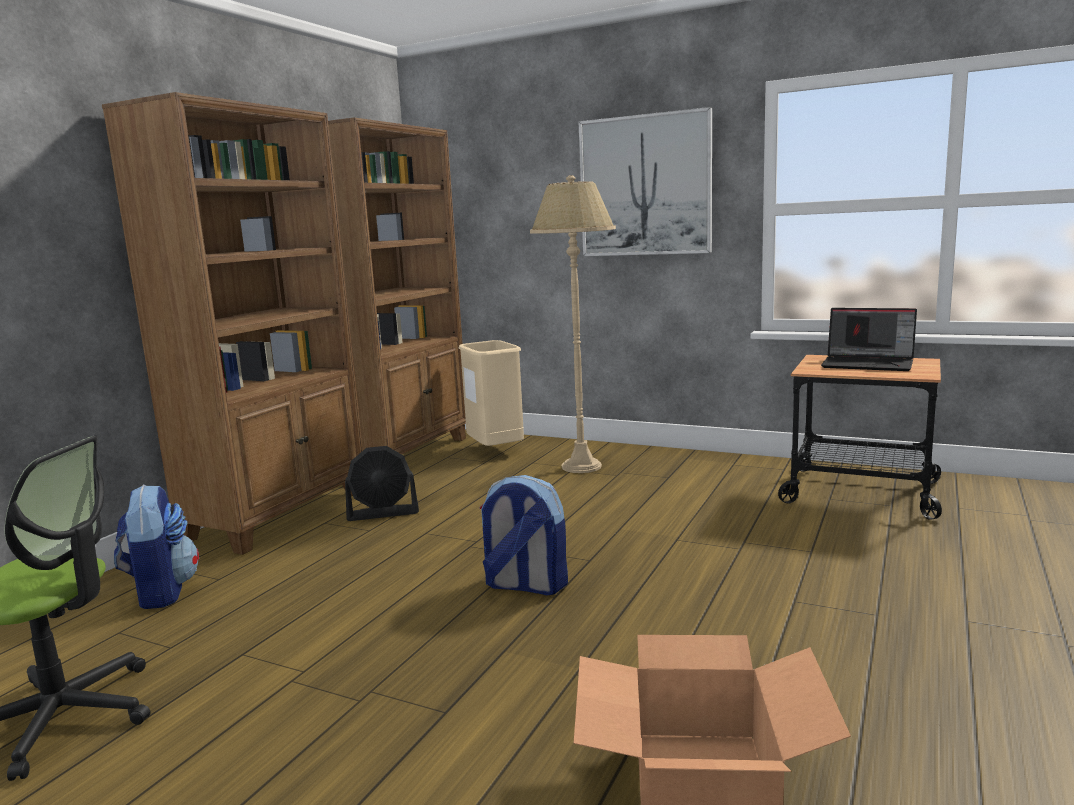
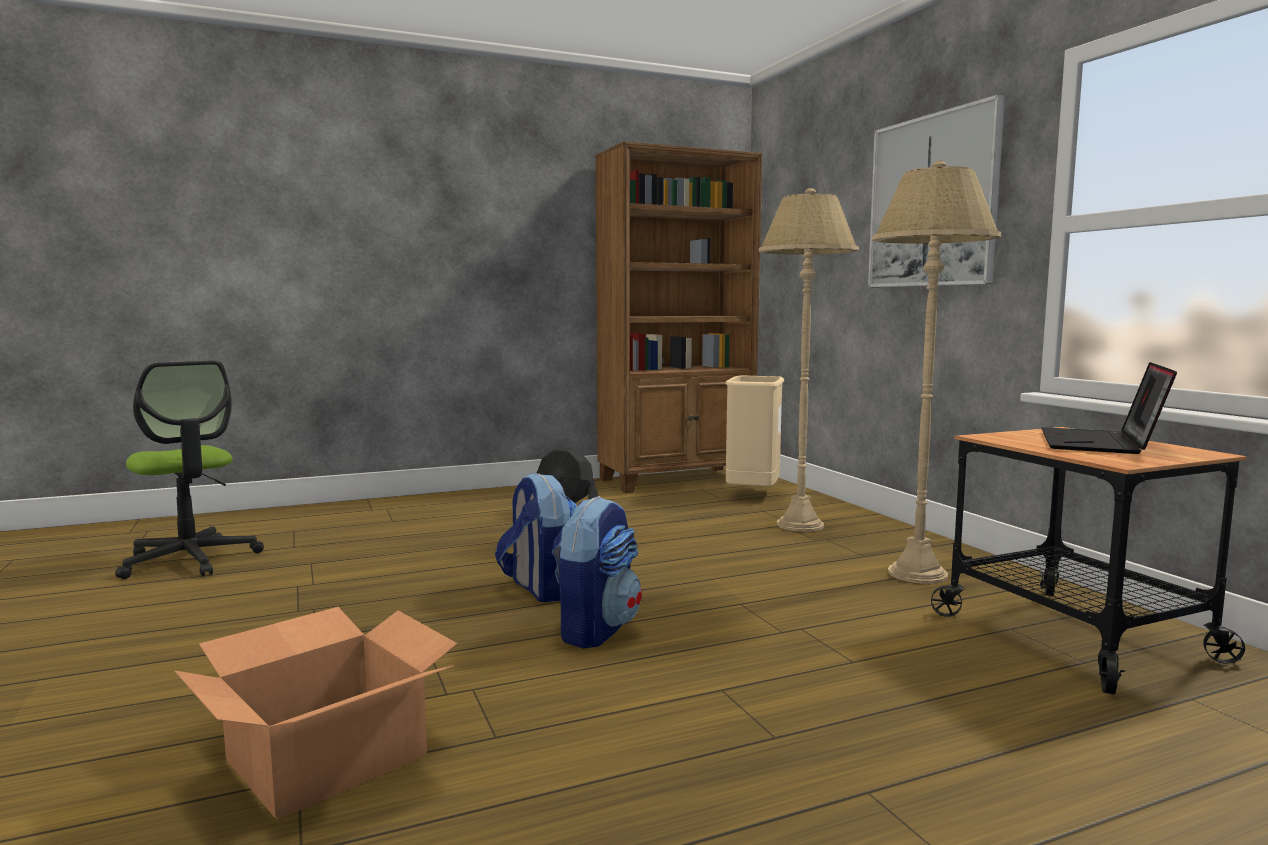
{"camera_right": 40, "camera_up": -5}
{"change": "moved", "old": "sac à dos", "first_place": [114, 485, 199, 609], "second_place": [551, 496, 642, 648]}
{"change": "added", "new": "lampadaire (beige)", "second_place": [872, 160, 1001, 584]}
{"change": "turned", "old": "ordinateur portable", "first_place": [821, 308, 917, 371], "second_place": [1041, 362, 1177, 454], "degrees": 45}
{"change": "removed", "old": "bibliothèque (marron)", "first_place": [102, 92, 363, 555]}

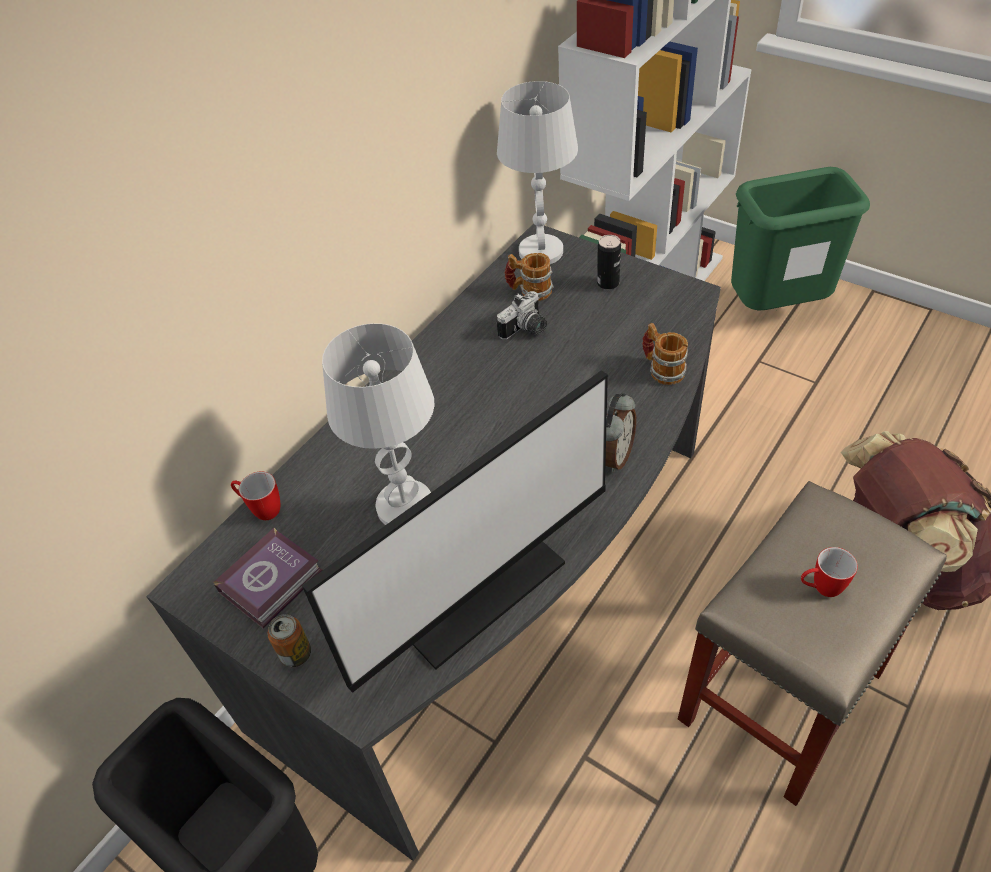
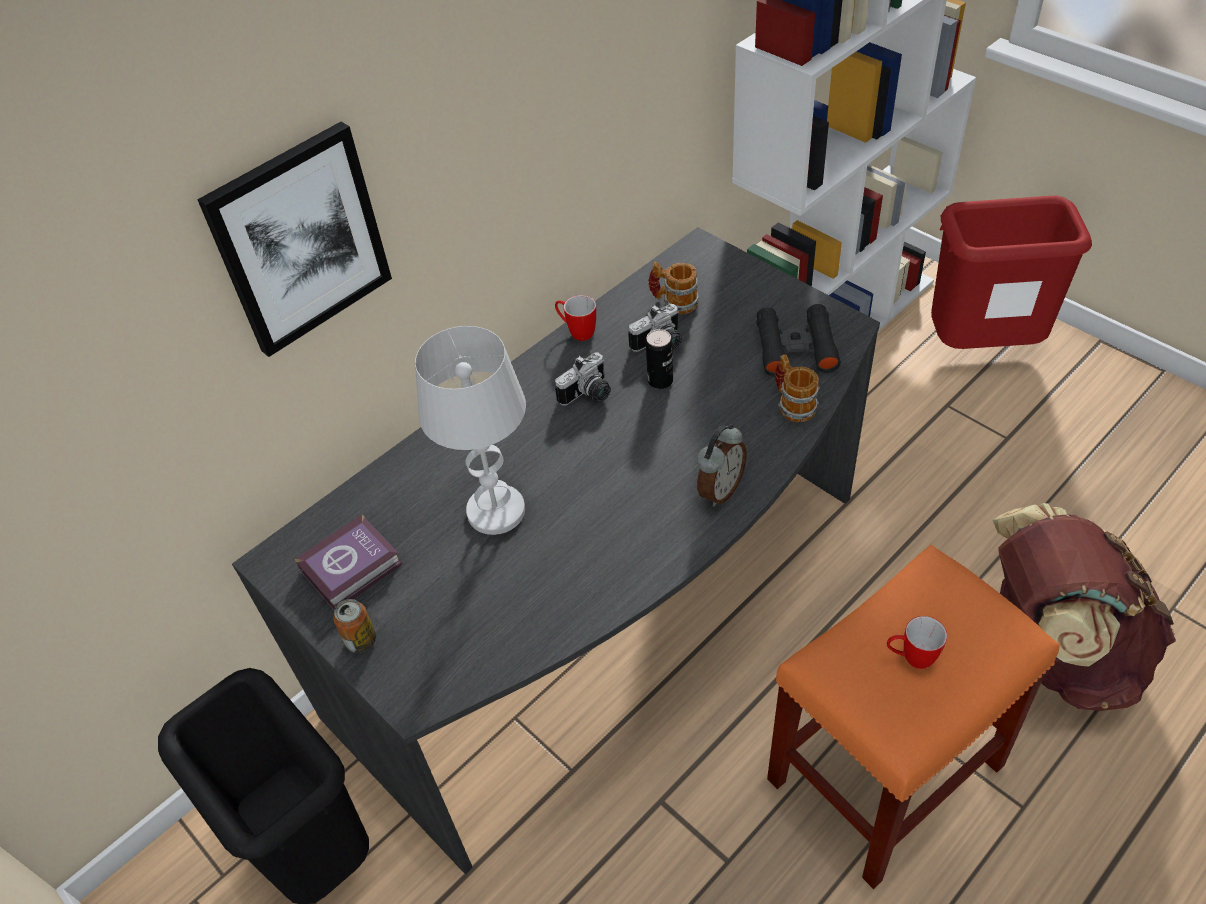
{"camera_right": 10, "camera_up": 0}
{"change": "added", "new": "tableau", "second_place": [197, 122, 392, 357]}
{"change": "moved", "old": "mug", "first_place": [231, 472, 280, 520], "second_place": [555, 295, 596, 341]}
{"change": "added", "new": "appareil photo", "second_place": [555, 352, 611, 406]}
{"change": "moved", "old": "boîte métallique", "first_place": [597, 235, 621, 290], "second_place": [646, 329, 673, 389]}
{"change": "added", "new": "jumelles (noir)", "second_place": [756, 304, 841, 377]}
{"change": "recoloured", "old": "tabouret (beige)", "new": "tabouret (orange)", "first_place": [678, 481, 947, 806], "second_place": [767, 545, 1059, 889]}
{"change": "recoloured", "old": "poubelle (vert)", "new": "poubelle (rouge)", "first_place": [731, 167, 870, 311], "second_place": [931, 196, 1092, 349]}
{"change": "removed", "old": "écran d'ordinateur", "first_place": [302, 370, 608, 693]}
{"change": "removed", "old": "lampe de table (blanc)", "first_place": [497, 81, 578, 264]}

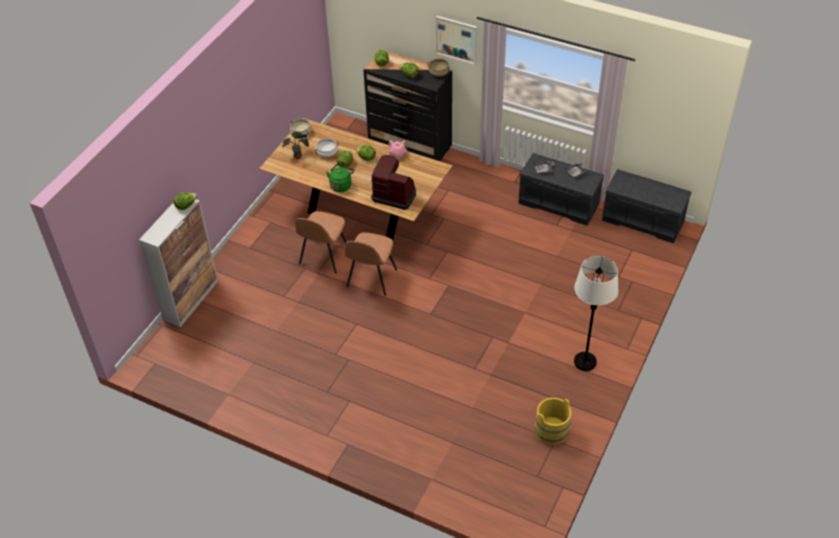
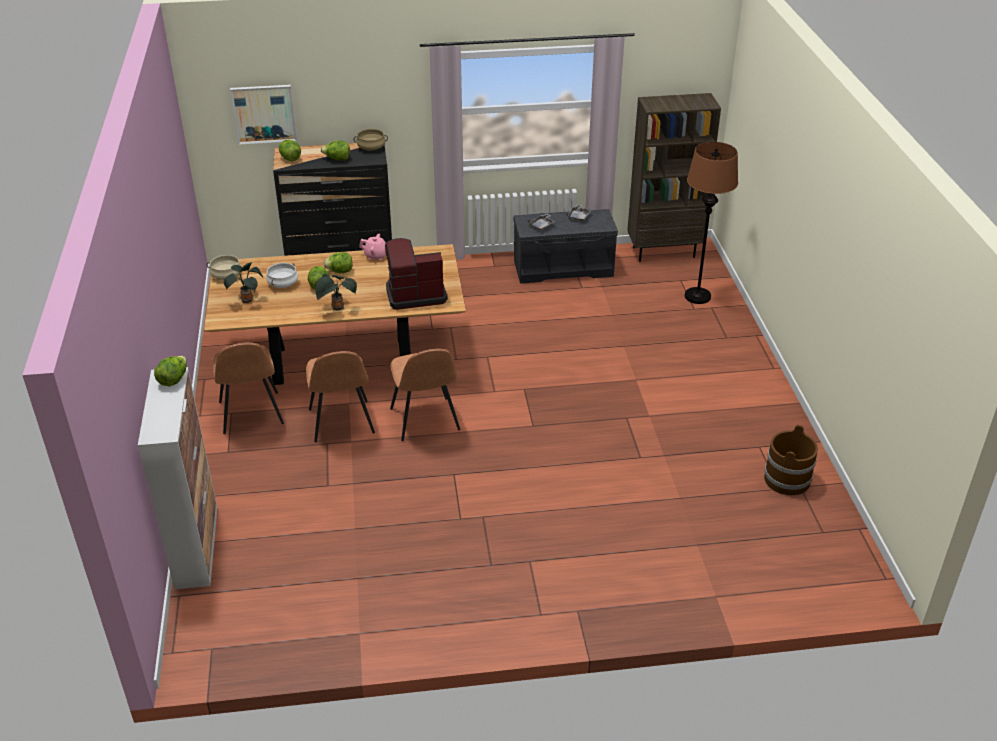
{"camera_right": -35, "camera_up": -10}
{"change": "added", "new": "chaise (marron)", "second_place": [213, 343, 284, 434]}
{"change": "moved", "old": "tableau", "first_place": [436, 16, 477, 64], "second_place": [230, 85, 297, 145]}
{"change": "replaced", "old": "bouilloire (vert)", "new": "plante en pot", "first_place": [326, 164, 354, 192], "second_place": [316, 273, 357, 311]}
{"change": "replaced", "old": "banc (gris)", "new": "bibliothèque (marron)", "first_place": [602, 169, 691, 244], "second_place": [627, 93, 721, 262]}
{"change": "added", "new": "lampadaire (marron)", "second_place": [685, 142, 738, 304]}
{"change": "recoloured", "old": "seau (jaune)", "new": "seau (marron)", "first_place": [535, 398, 571, 445], "second_place": [764, 425, 818, 495]}
{"change": "removed", "old": "lampadaire (blanc)", "first_place": [574, 256, 619, 371]}

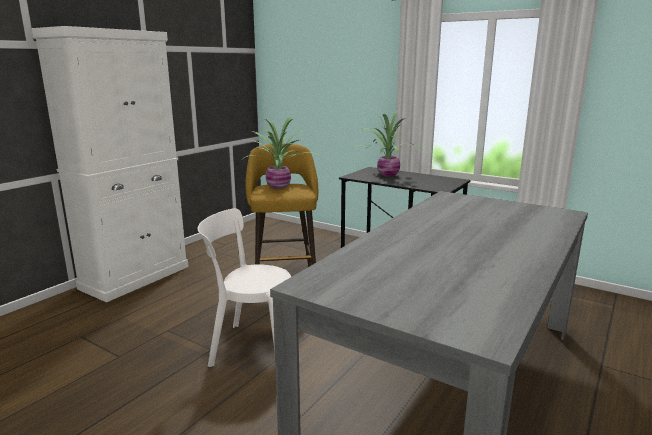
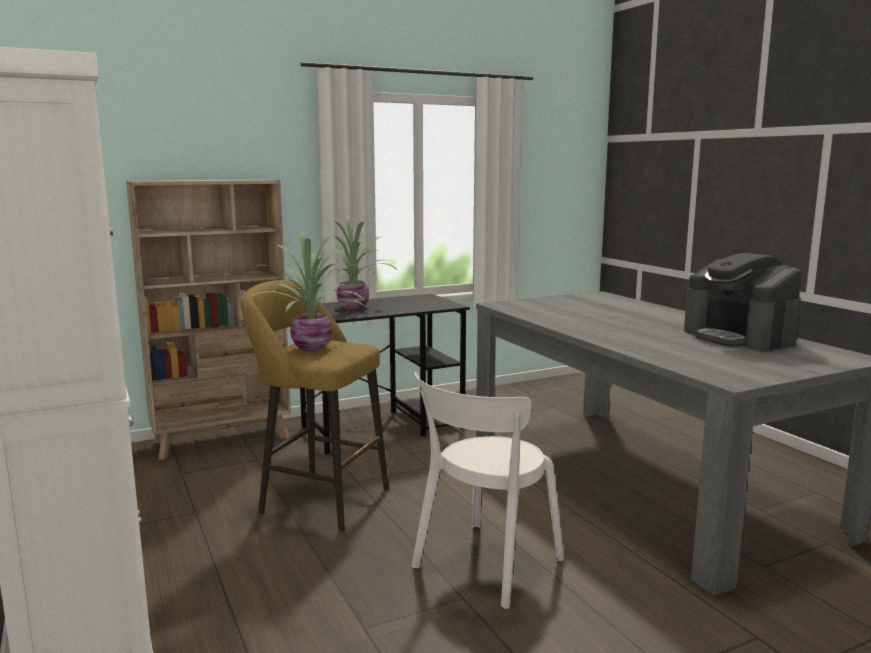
{"camera_right": -60, "camera_up": -5}
{"change": "added", "new": "bibliothèque (beige)", "second_place": [126, 179, 291, 460]}
{"change": "added", "new": "machine à café", "second_place": [684, 253, 802, 351]}

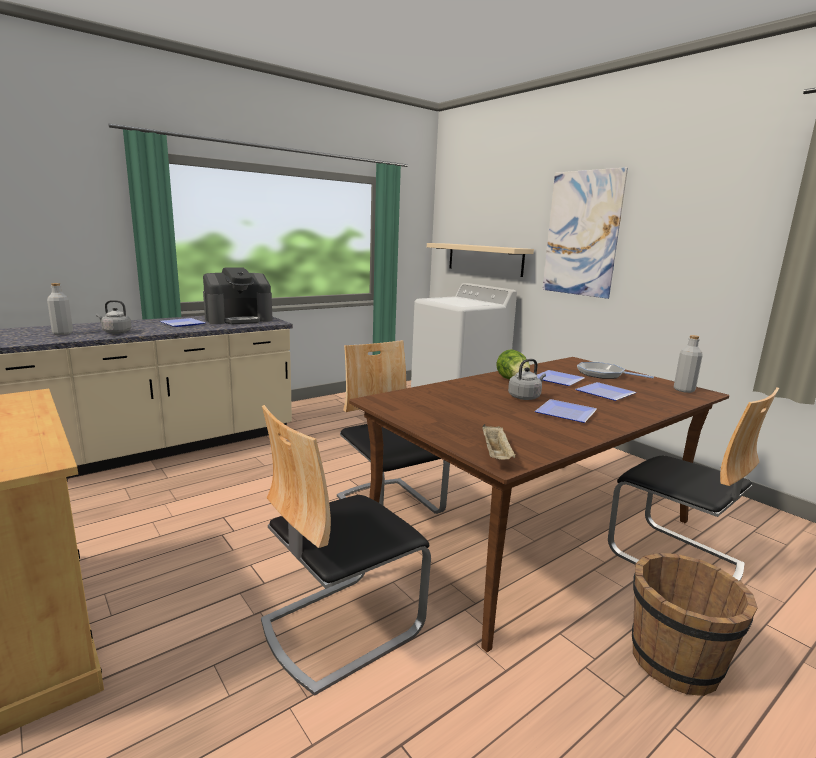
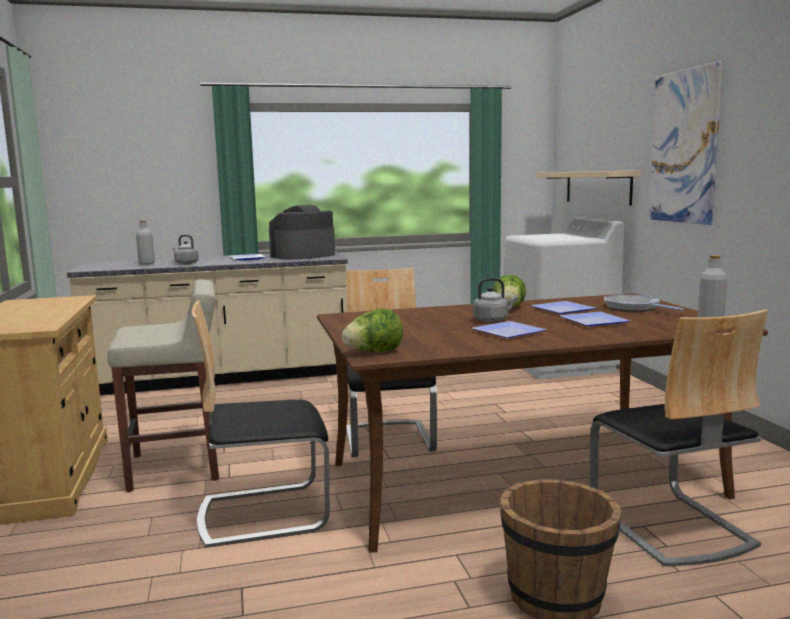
{"camera_right": 25, "camera_up": -5}
{"change": "added", "new": "tabouret (beige)", "second_place": [107, 279, 219, 492]}
{"change": "turned", "old": "machine à café", "first_place": [203, 267, 273, 324], "second_place": [269, 205, 335, 260], "degrees": 150}
{"change": "replaced", "old": "plateau (beige)", "new": "laitue", "first_place": [483, 424, 516, 460], "second_place": [342, 309, 403, 352]}

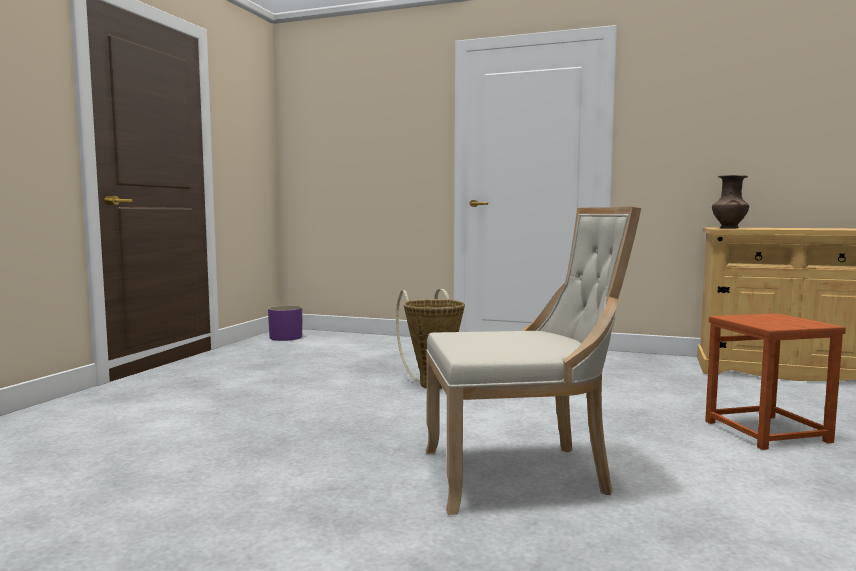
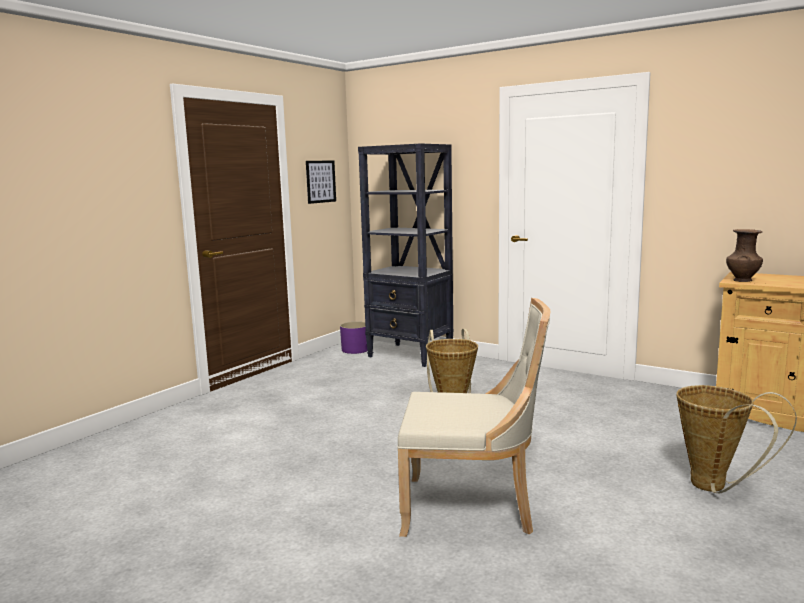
{"camera_right": 15, "camera_up": 5}
{"change": "added", "new": "tableau", "second_place": [306, 161, 336, 204]}
{"change": "added", "new": "bibliothèque (noir)", "second_place": [358, 143, 453, 367]}
{"change": "replaced", "old": "tabouret (marron)", "new": "panier", "first_place": [705, 313, 846, 450], "second_place": [676, 385, 797, 493]}

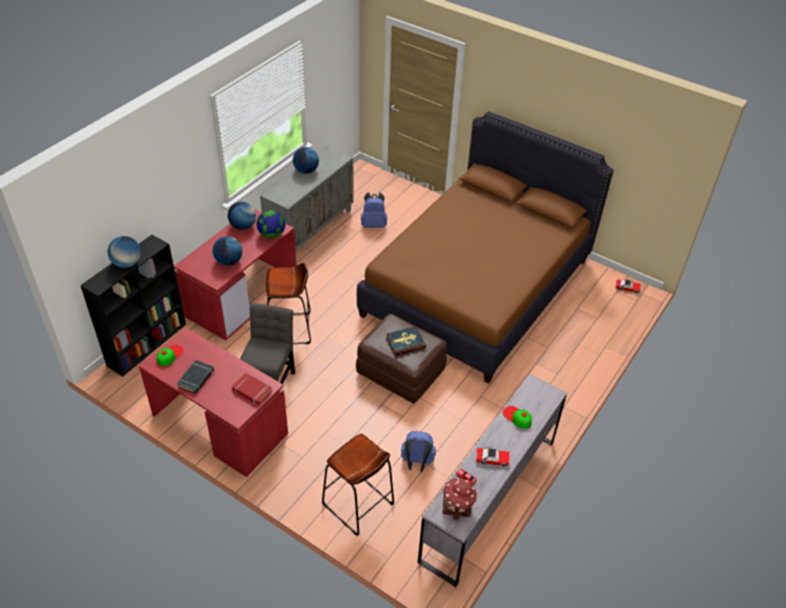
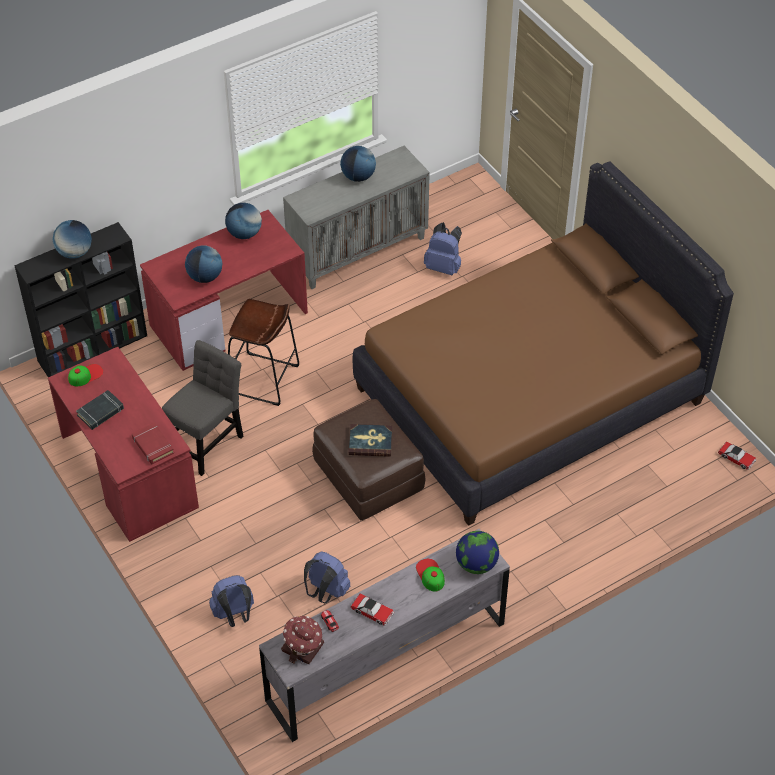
{"camera_right": 25, "camera_up": 5}
{"change": "replaced", "old": "tabouret (marron)", "new": "sac à dos (bleu)", "first_place": [322, 434, 394, 536], "second_place": [209, 575, 254, 627]}
{"change": "moved", "old": "globe", "first_place": [257, 210, 285, 238], "second_place": [456, 531, 499, 574]}

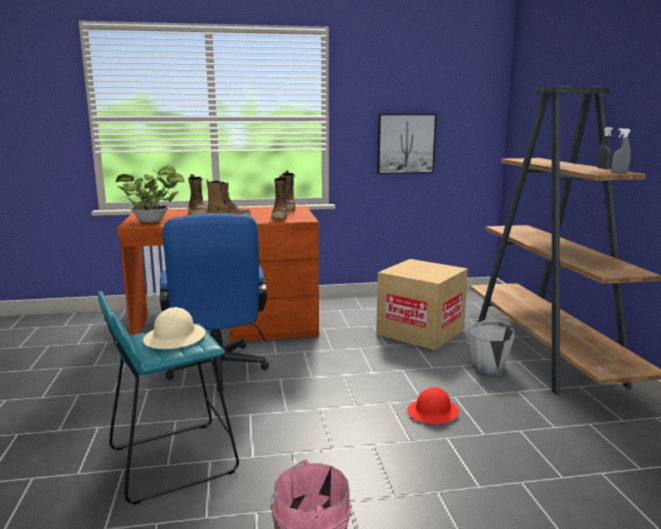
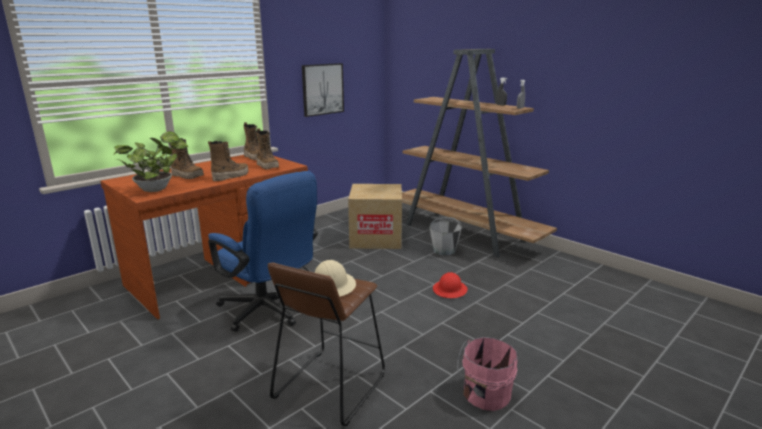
{"camera_right": -35, "camera_up": 5}
{"change": "recoloured", "old": "tabouret (turquoise)", "new": "tabouret (marron)", "first_place": [97, 291, 239, 505], "second_place": [268, 262, 385, 426]}

